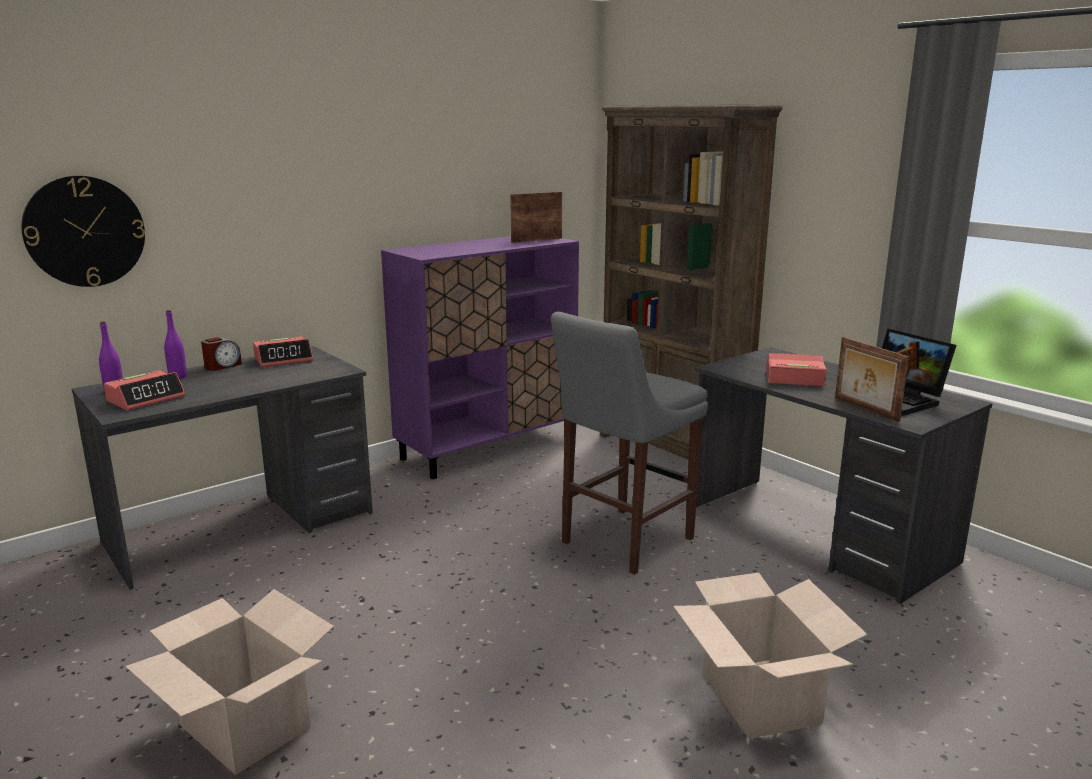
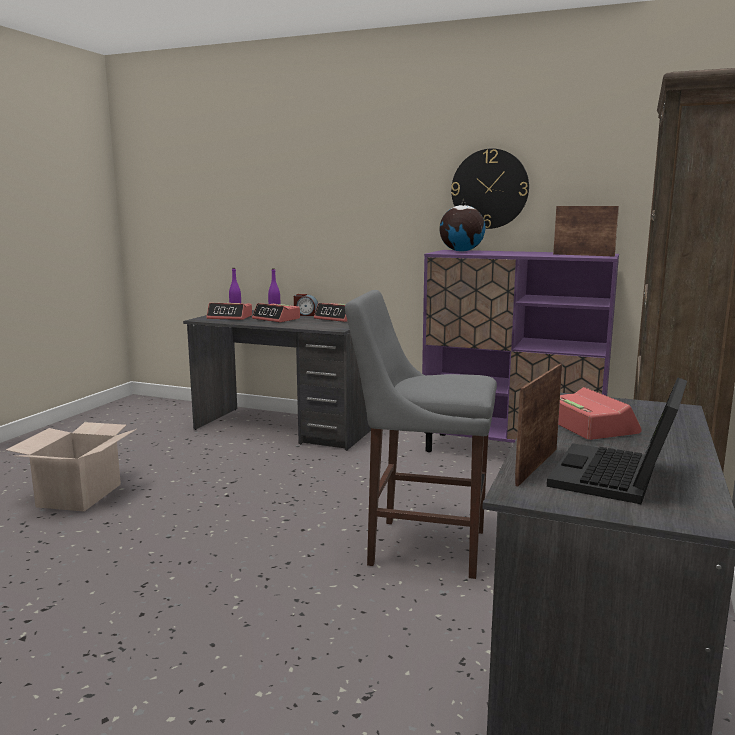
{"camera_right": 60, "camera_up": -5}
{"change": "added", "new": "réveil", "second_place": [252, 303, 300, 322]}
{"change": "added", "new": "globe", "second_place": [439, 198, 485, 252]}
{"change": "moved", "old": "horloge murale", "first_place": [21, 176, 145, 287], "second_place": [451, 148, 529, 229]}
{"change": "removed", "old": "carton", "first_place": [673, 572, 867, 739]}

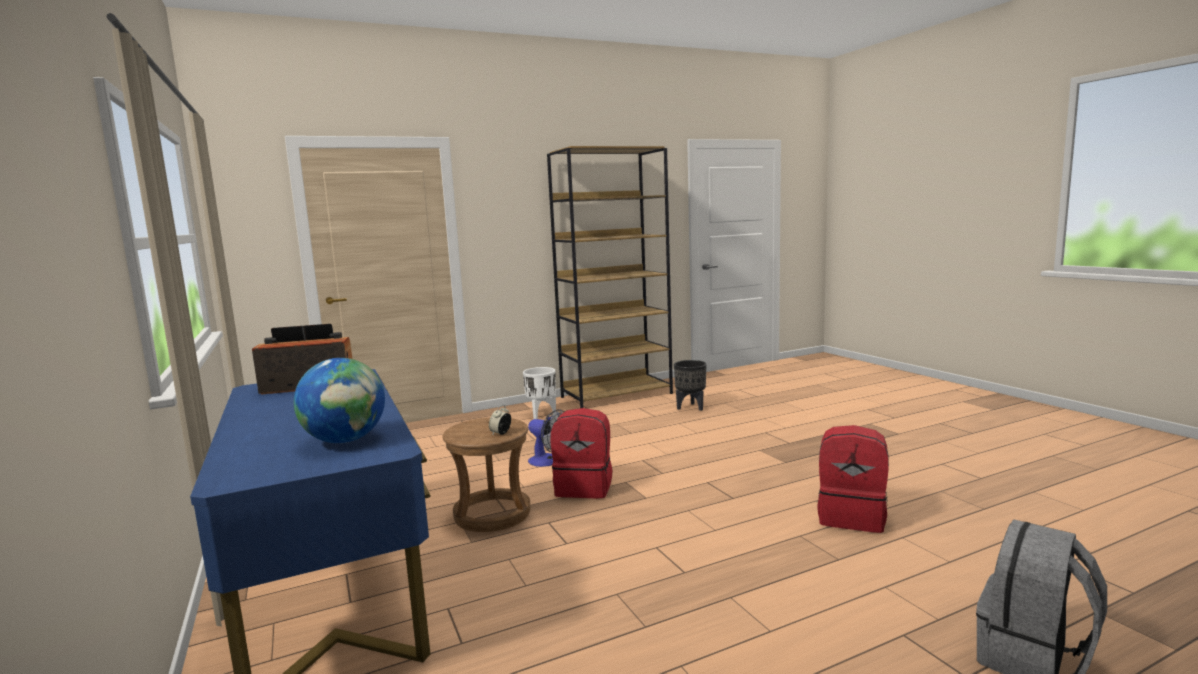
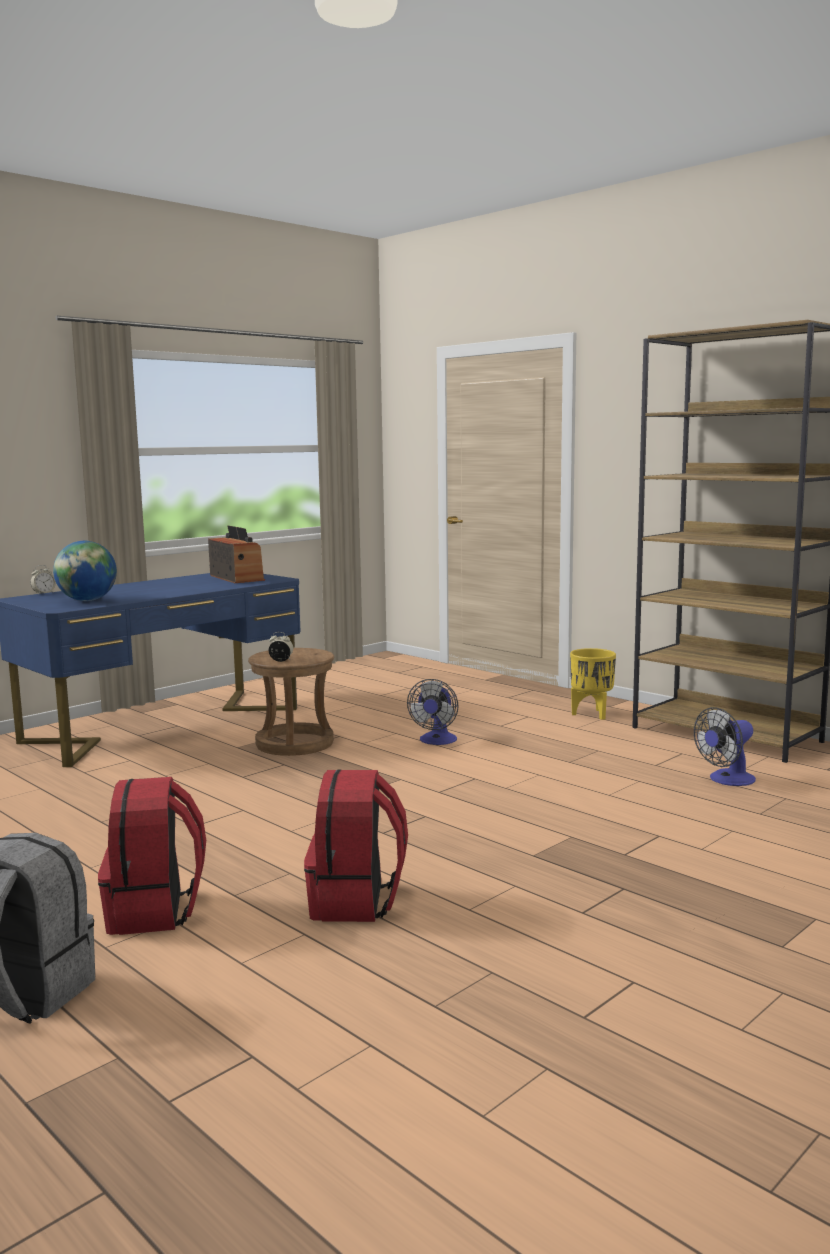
{"camera_right": 70, "camera_up": 0}
{"change": "added", "new": "réveil", "second_place": [30, 565, 56, 594]}
{"change": "moved", "old": "sac à dos (rouge)", "first_place": [551, 408, 613, 498], "second_place": [98, 777, 206, 935]}
{"change": "recoloured", "old": "cache-pot (blanc)", "new": "cache-pot (jaune)", "first_place": [523, 367, 556, 419], "second_place": [570, 648, 616, 720]}
{"change": "replaced", "old": "cache-pot (noir)", "new": "ventilateur", "first_place": [674, 360, 707, 411], "second_place": [694, 707, 756, 786]}

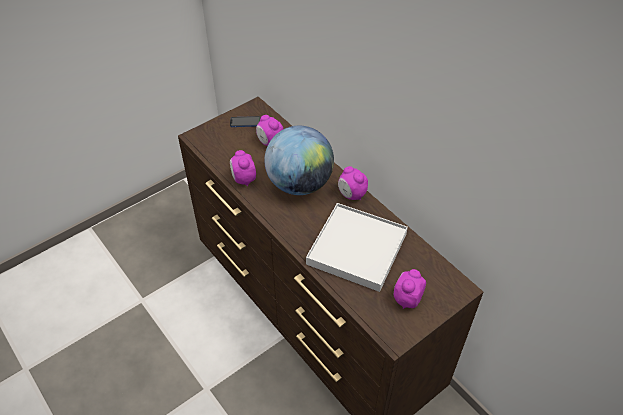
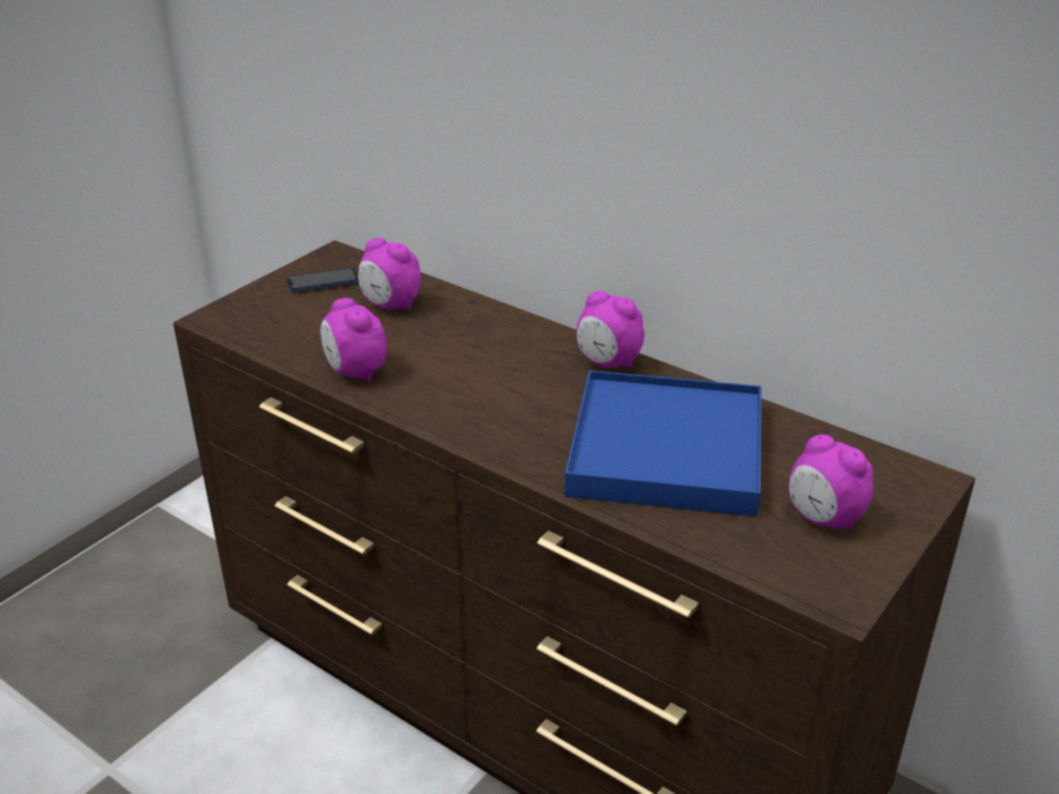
{"camera_right": -15, "camera_up": -15}
{"change": "recoloured", "old": "plateau (blanc)", "new": "plateau (bleu)", "first_place": [306, 203, 408, 292], "second_place": [565, 370, 761, 517]}
{"change": "turned", "old": "réveil", "first_place": [394, 269, 426, 309], "second_place": [789, 435, 874, 531], "degrees": -60}
{"change": "removed", "old": "globe", "first_place": [264, 126, 334, 195]}

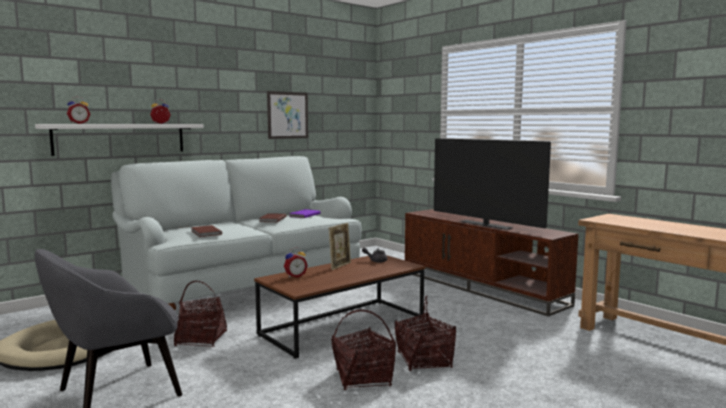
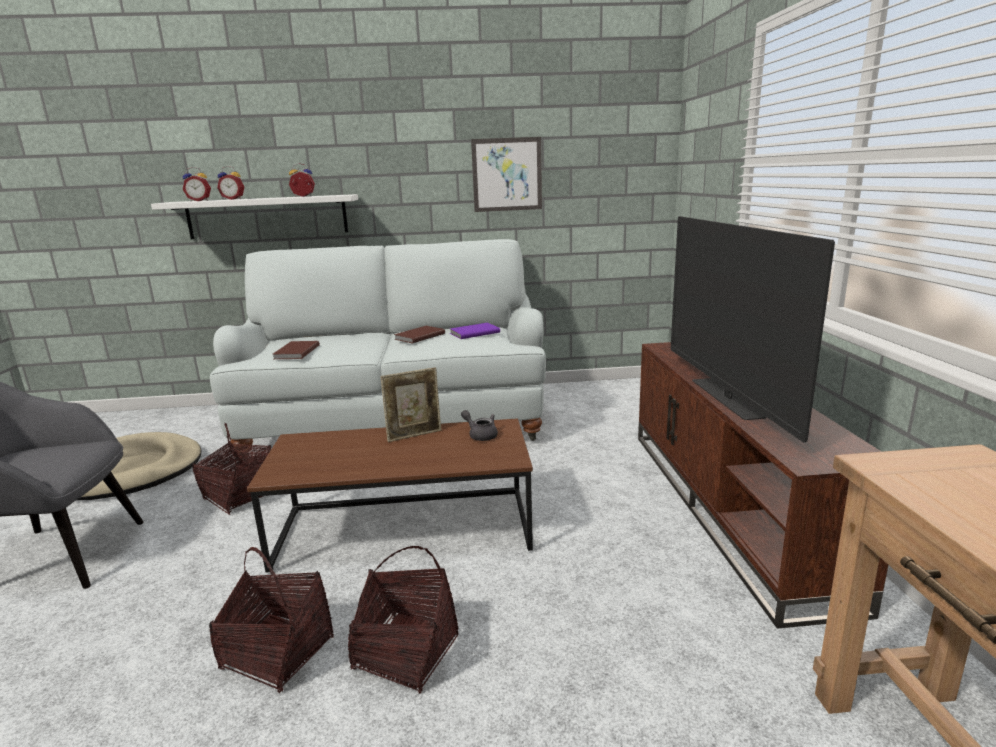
{"camera_right": 35, "camera_up": 10}
{"change": "moved", "old": "réveil", "first_place": [284, 247, 308, 278], "second_place": [217, 166, 245, 200]}

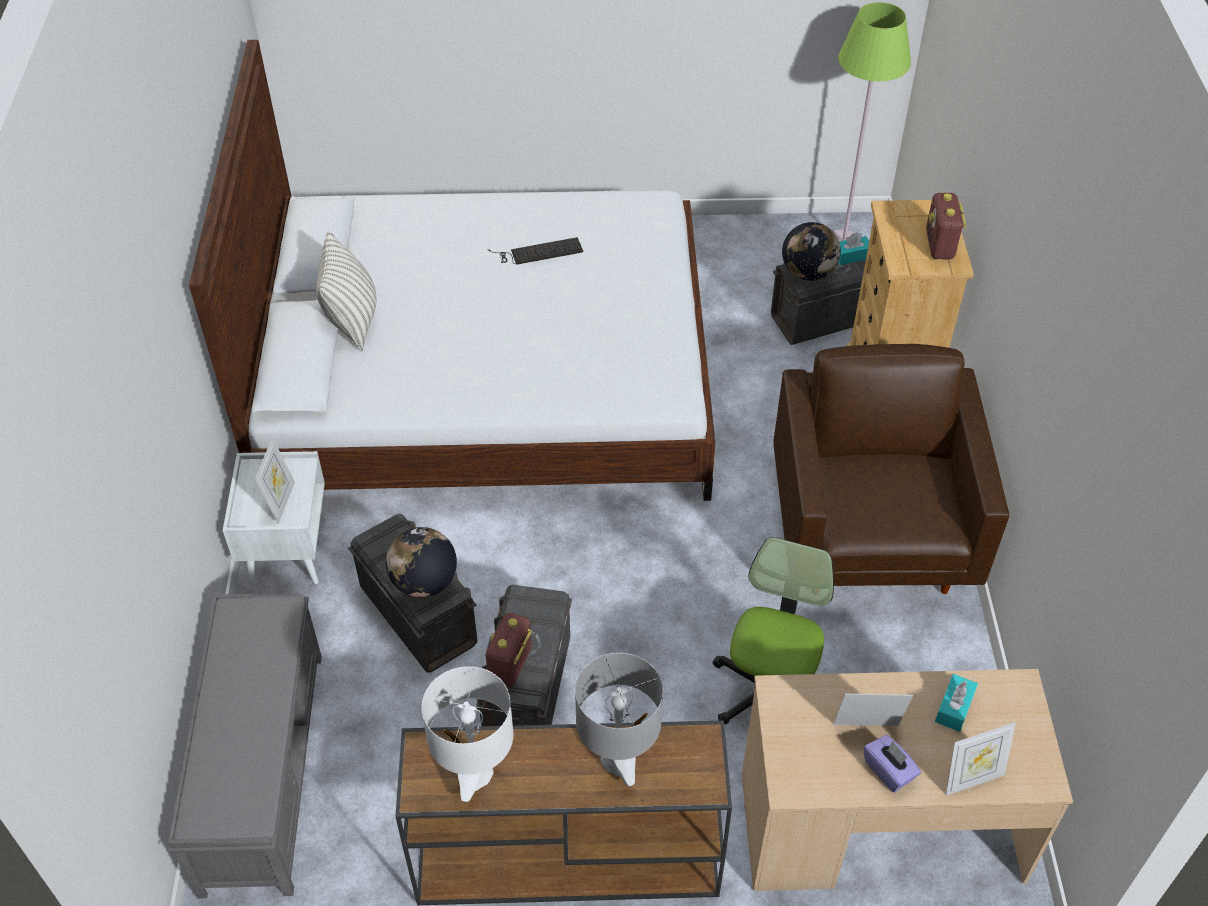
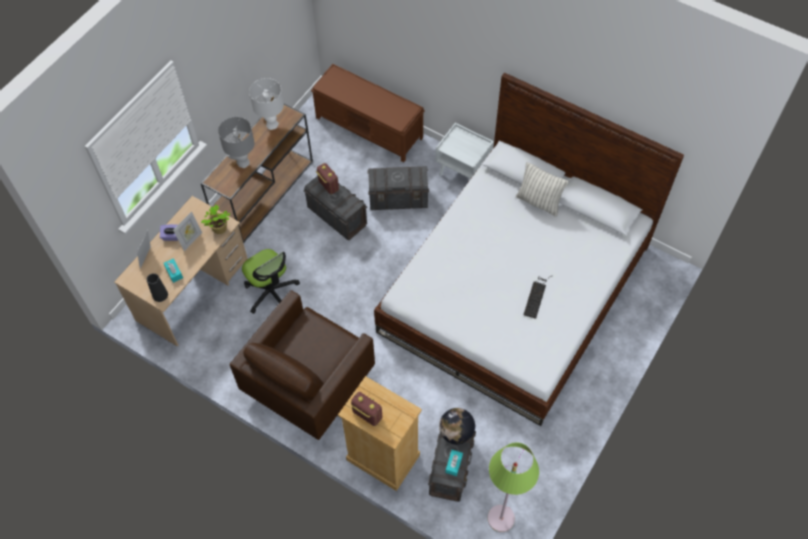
{"camera_right": 125, "camera_up": 10}
{"change": "added", "new": "vase (noir)", "second_place": [146, 273, 168, 302]}
{"change": "added", "new": "plante en pot", "second_place": [201, 205, 230, 234]}
{"change": "turned", "old": "fauteuil (marron)", "first_place": [773, 344, 1009, 594], "second_place": [229, 290, 375, 440], "degrees": 90}
{"change": "recoloured", "old": "banc (gris)", "new": "banc (marron)", "first_place": [168, 594, 322, 898], "second_place": [311, 64, 425, 162]}
{"change": "removed", "old": "cadre photo", "first_place": [255, 438, 295, 524]}
{"change": "removed", "old": "globe", "first_place": [386, 527, 457, 598]}

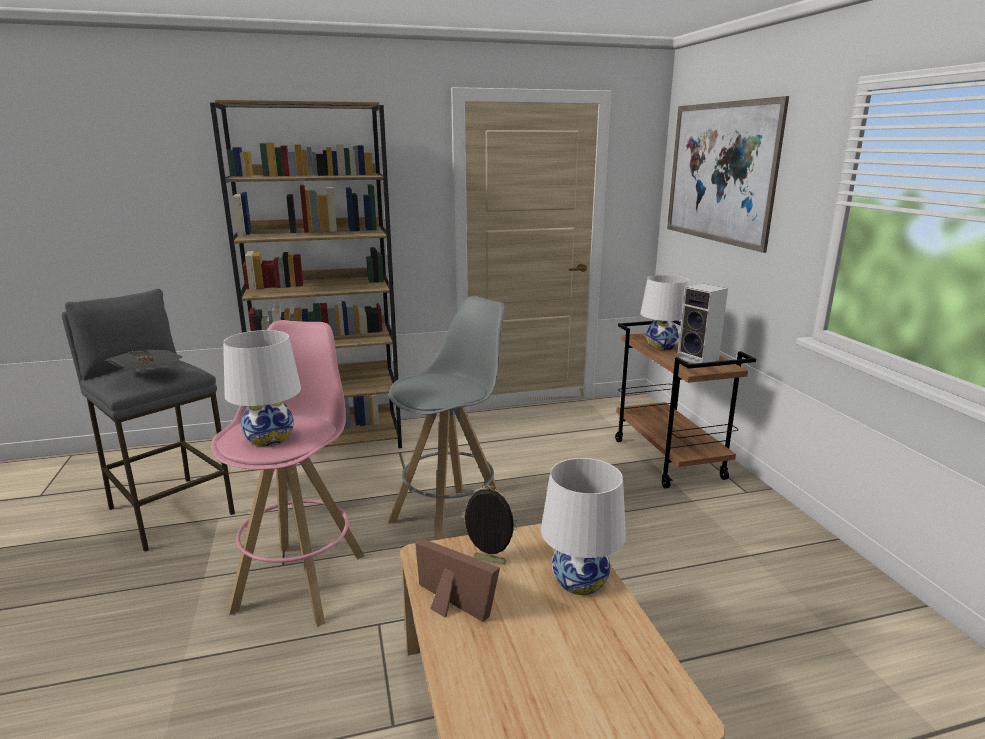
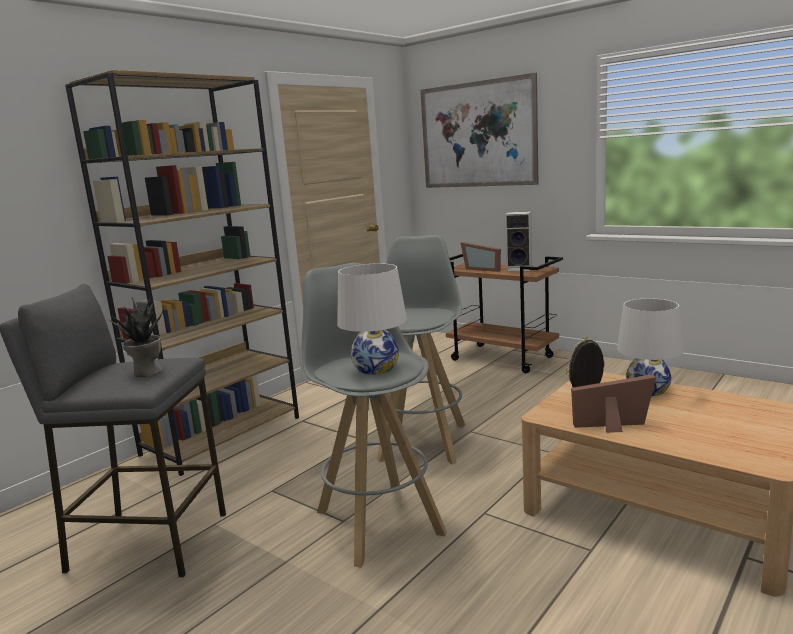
{"camera_right": -35, "camera_up": -5}
{"change": "replaced", "old": "journal", "new": "plante en pot", "first_place": [104, 349, 182, 369], "second_place": [110, 298, 164, 377]}
{"change": "recoloured", "old": "tabouret (rose)", "new": "tabouret (gris)", "first_place": [211, 320, 365, 627], "second_place": [302, 263, 447, 568]}
{"change": "replaced", "old": "lampe de table (blanc)", "new": "cadre photo", "first_place": [640, 275, 689, 350], "second_place": [460, 242, 501, 272]}

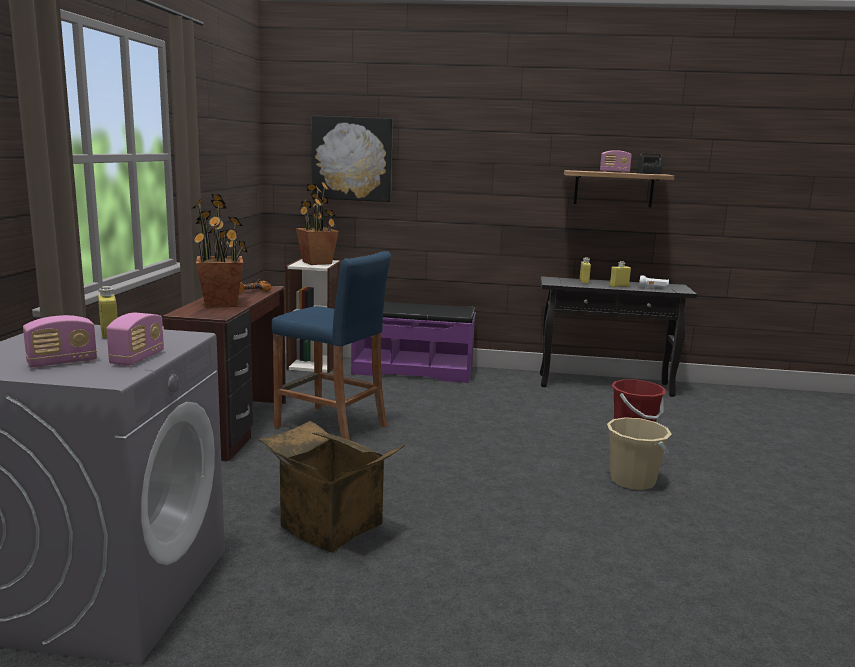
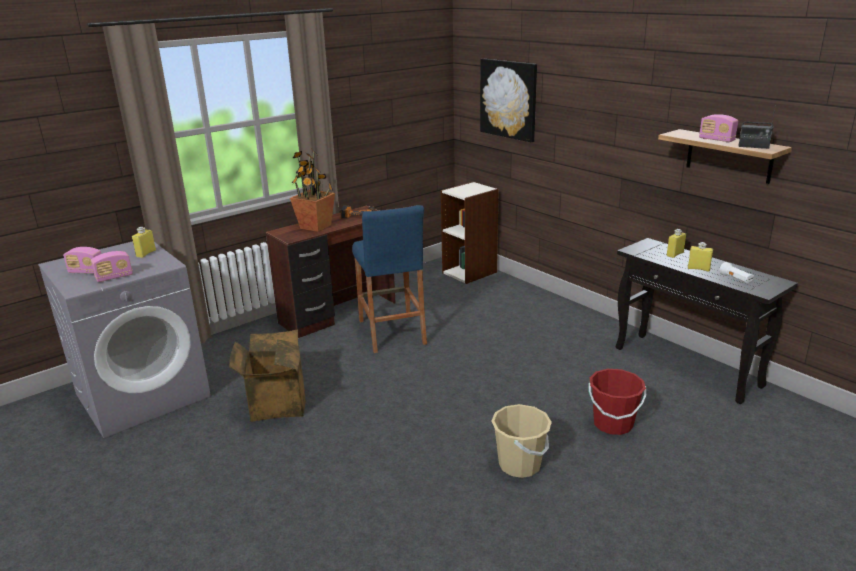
{"camera_right": 45, "camera_up": 10}
{"change": "removed", "old": "plante en pot", "first_place": [296, 182, 339, 265]}
{"change": "removed", "old": "banc (violet)", "first_place": [351, 302, 476, 383]}

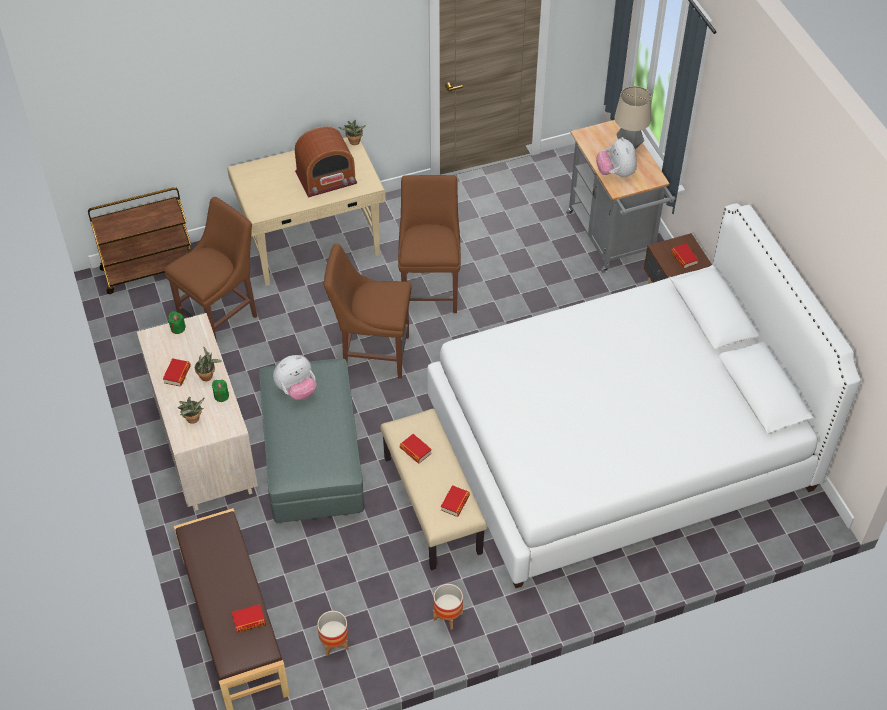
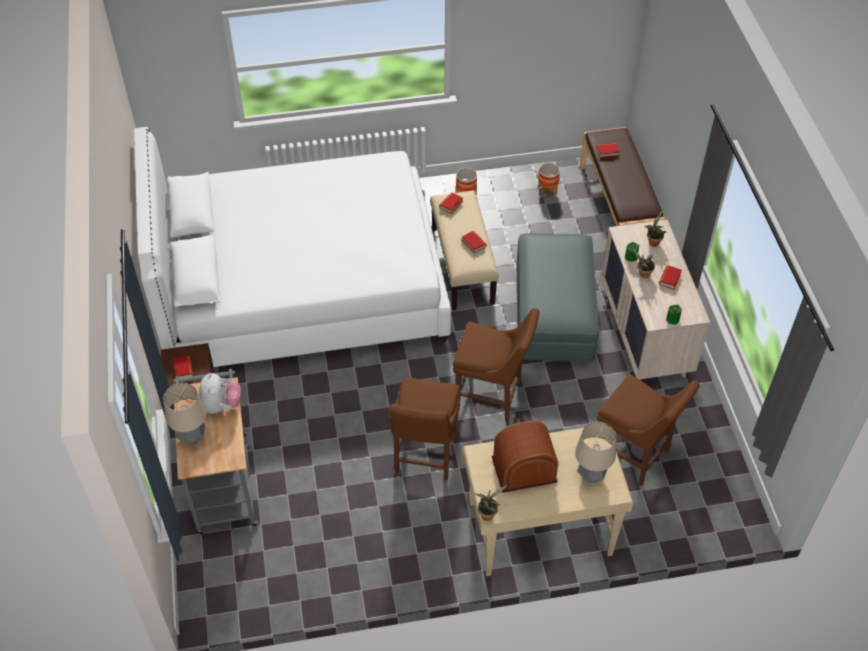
{"camera_right": -170, "camera_up": 0}
{"change": "added", "new": "lampe de table", "second_place": [575, 422, 616, 483]}
{"change": "turned", "old": "chaise (marron)", "first_place": [164, 197, 257, 342], "second_place": [597, 374, 700, 486], "degrees": -105}
{"change": "removed", "old": "chariot (marron)", "first_place": [88, 187, 191, 294]}
{"change": "removed", "old": "peluche", "first_place": [273, 355, 316, 400]}

